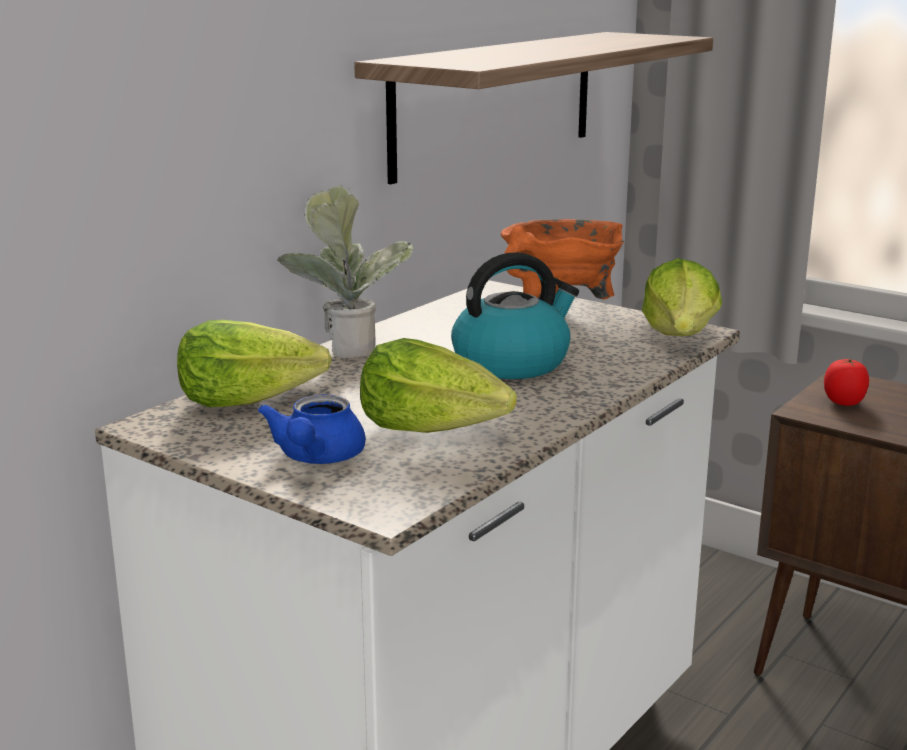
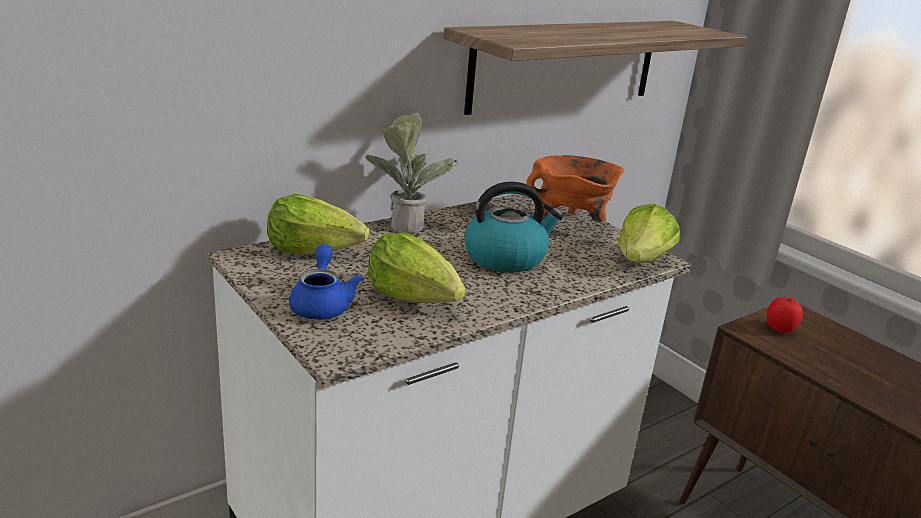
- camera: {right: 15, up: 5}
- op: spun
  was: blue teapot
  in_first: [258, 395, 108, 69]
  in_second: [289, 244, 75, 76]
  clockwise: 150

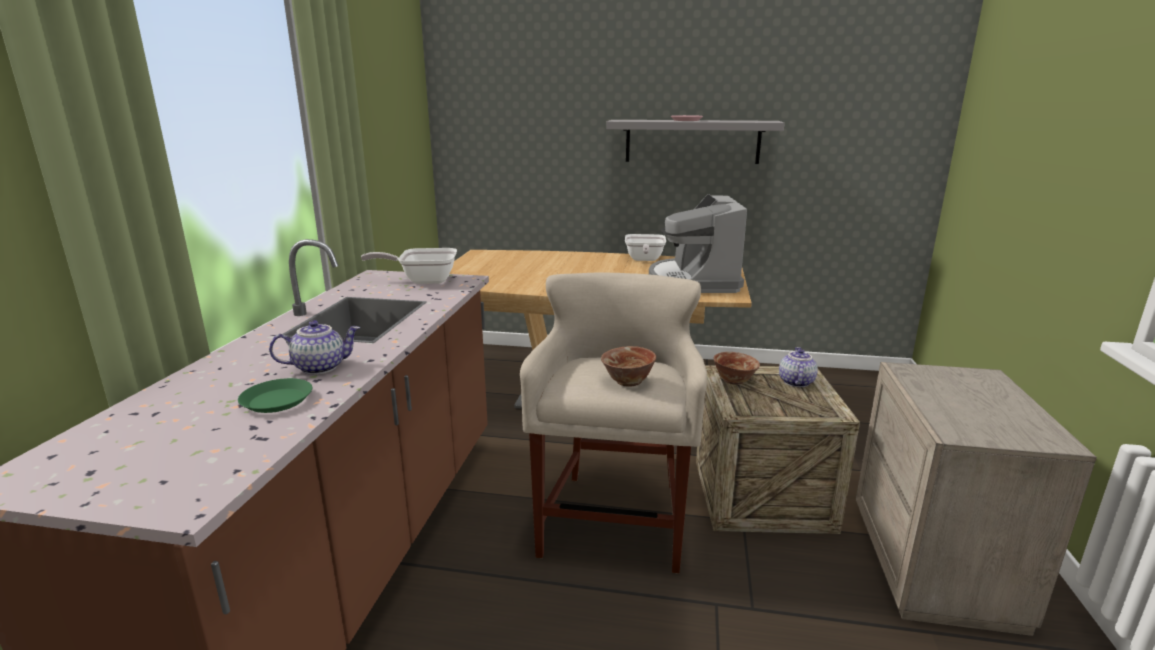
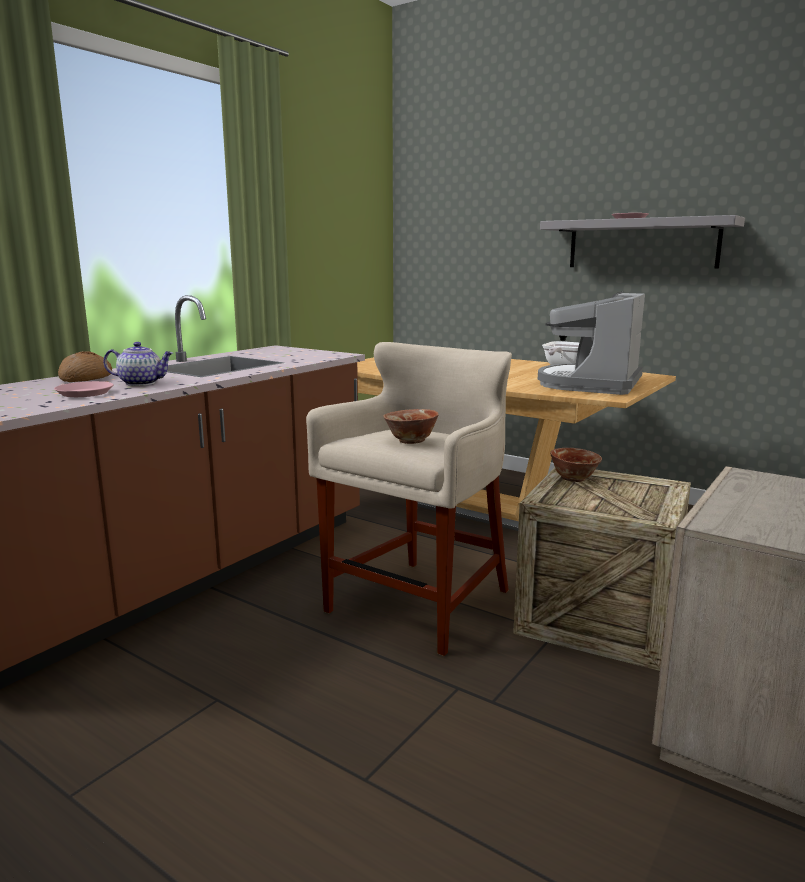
- camera: {right: 25, up: -5}
- op: missing
  was: frying pan
  in_first: [361, 248, 96, 36]
- op: missing
  was: teapot
  in_first: [779, 347, 39, 40]
- op: colour
  was: green plate
  now: pink plate
  in_first: [238, 378, 74, 35]
  in_second: [54, 381, 60, 16]
- op: appeared
  now: bread
  in_second: [58, 351, 54, 31]

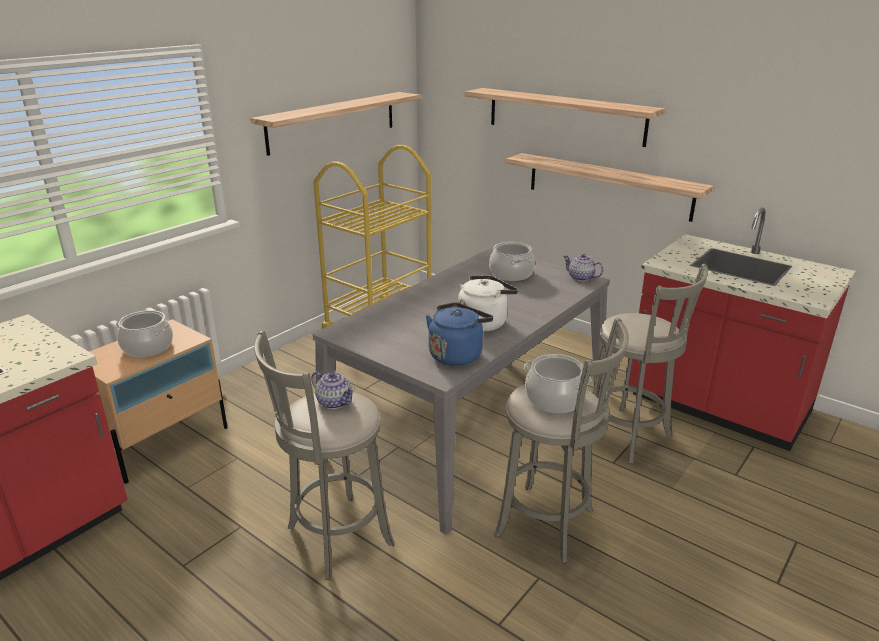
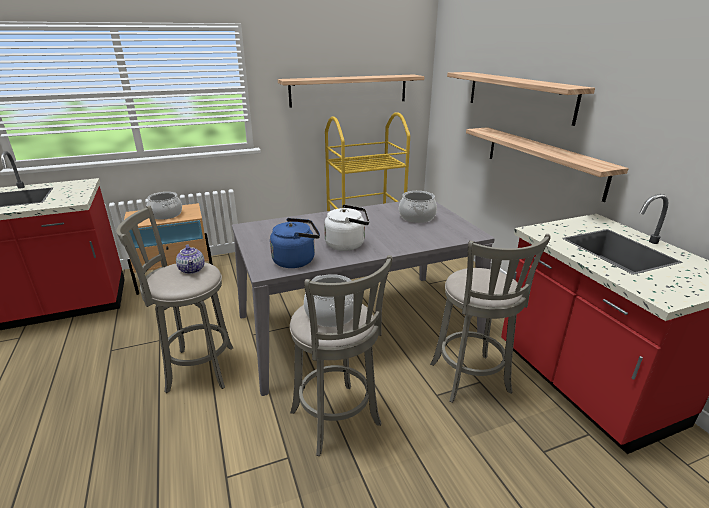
- camera: {right: 30, up: 0}
- op: missing
  was: teapot
  in_first: [563, 254, 41, 27]

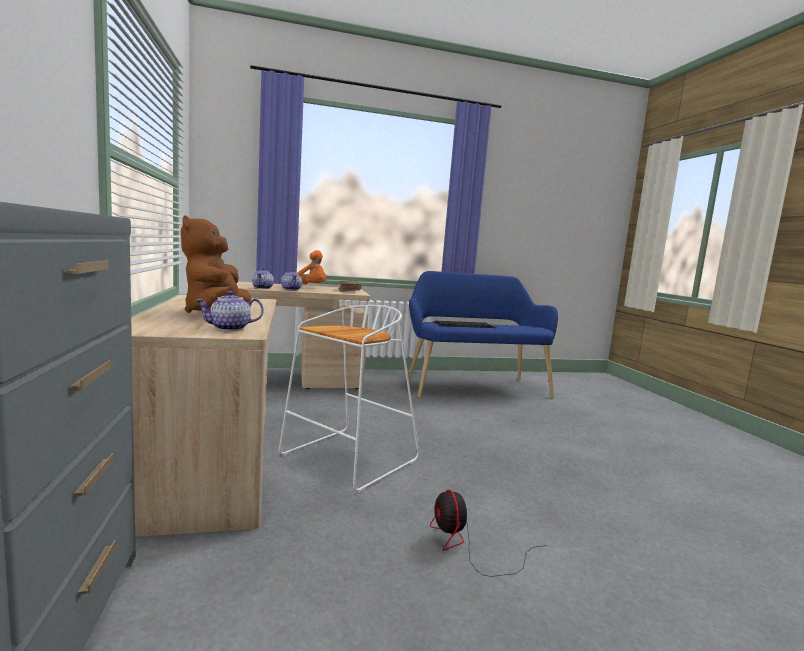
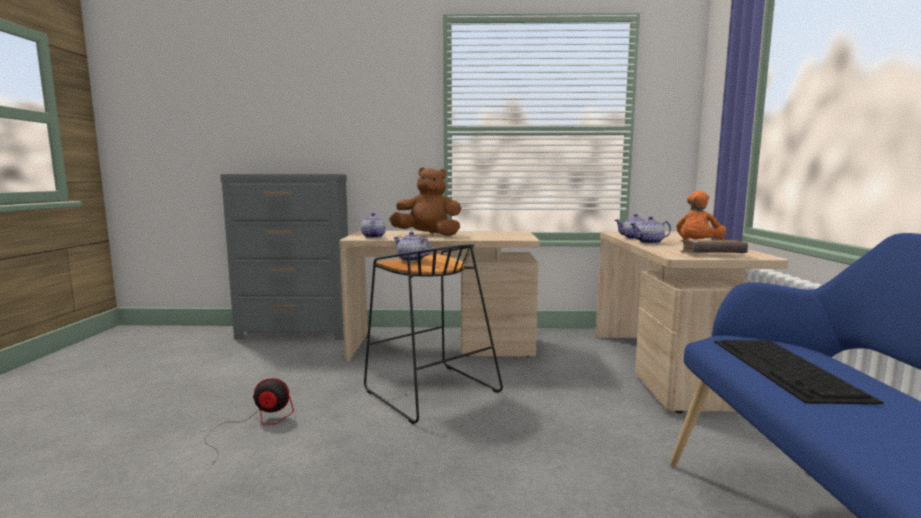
- camera: {right: 105, up: 0}
- op: colour
  was: white stool
  now: black stool
  in_first: [279, 305, 140, 187]
  in_second: [364, 244, 139, 180]
- op: appeared
  now: teapot
  in_second: [394, 232, 37, 30]

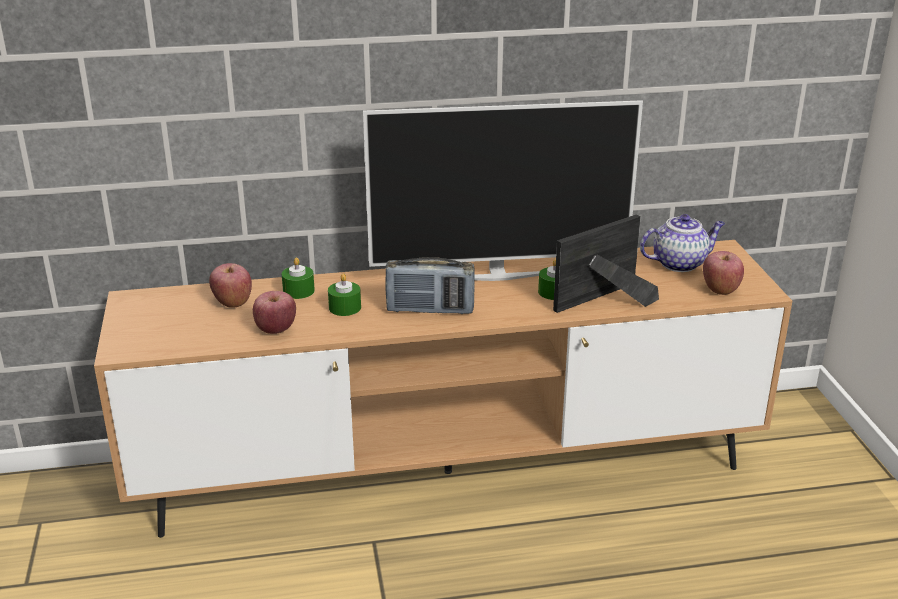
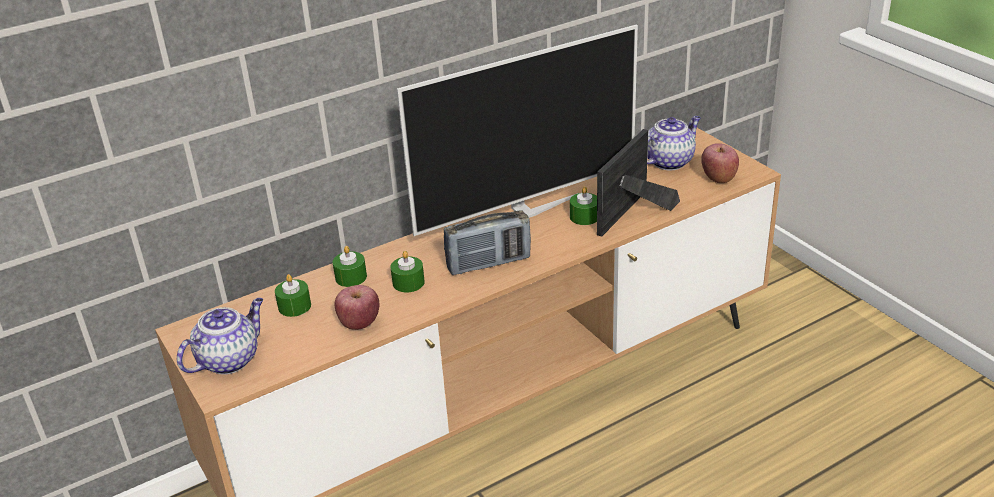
- camera: {right: -20, up: 5}
- op: exchanged
  was: apple
  now: green candle
  in_first: [209, 263, 43, 45]
  in_second: [275, 274, 36, 43]
- op: appeared
  now: teapot
  in_second: [177, 298, 86, 77]

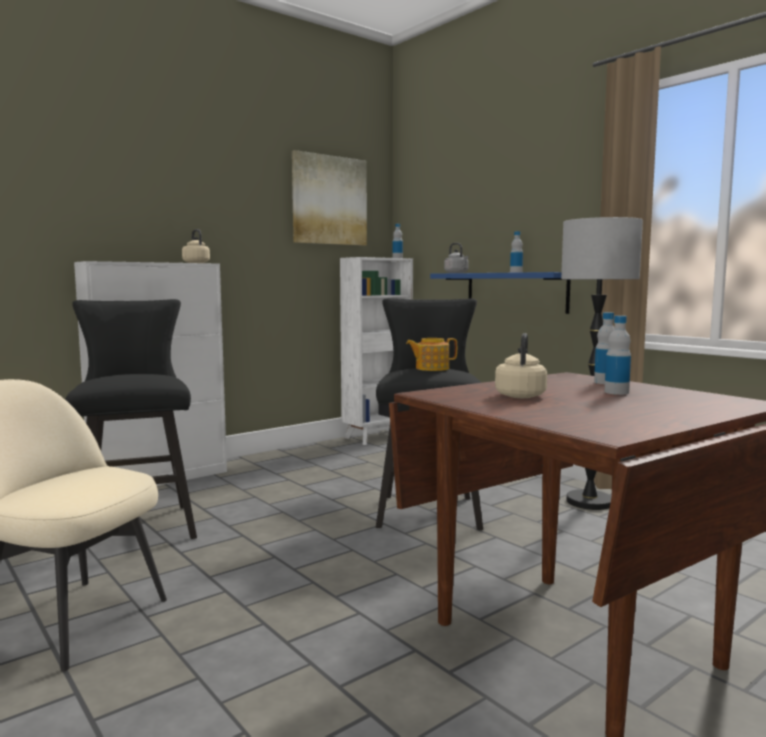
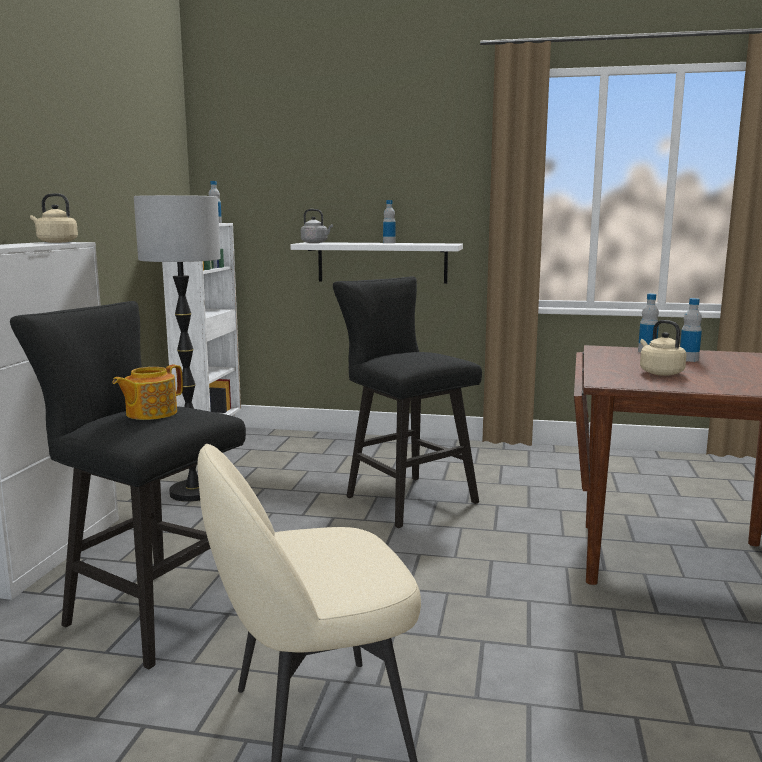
- camera: {right: -40, up: 5}
- op: missing
  was: picture
  in_first: [292, 150, 75, 96]
- op: relocated
  was: floor lamp
  in_first: [561, 217, 82, 293]
  in_second: [134, 195, 87, 307]
- op: colour
  was: blue shelf
  now: white shelf
  in_first: [430, 272, 141, 42]
  in_second: [291, 242, 172, 42]
- op: relocated
  was: teapot
  in_first: [406, 338, 51, 33]
  in_second: [112, 365, 71, 55]

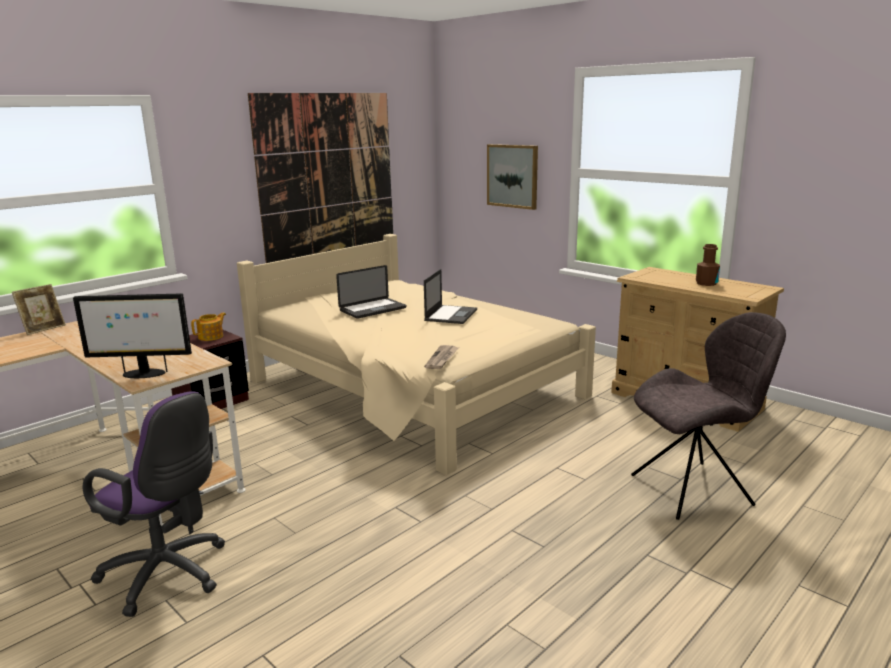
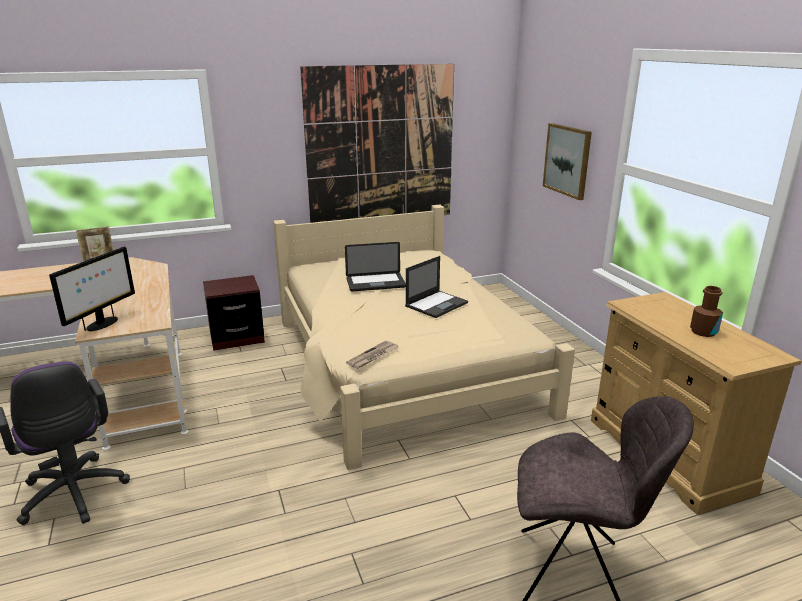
- camera: {right: 25, up: 5}
- op: spun
  was: monitor
  in_first: [73, 293, 119, 85]
  in_second: [49, 247, 86, 84]
  clockwise: -90
- op: missing
  was: teapot
  in_first: [191, 313, 35, 28]

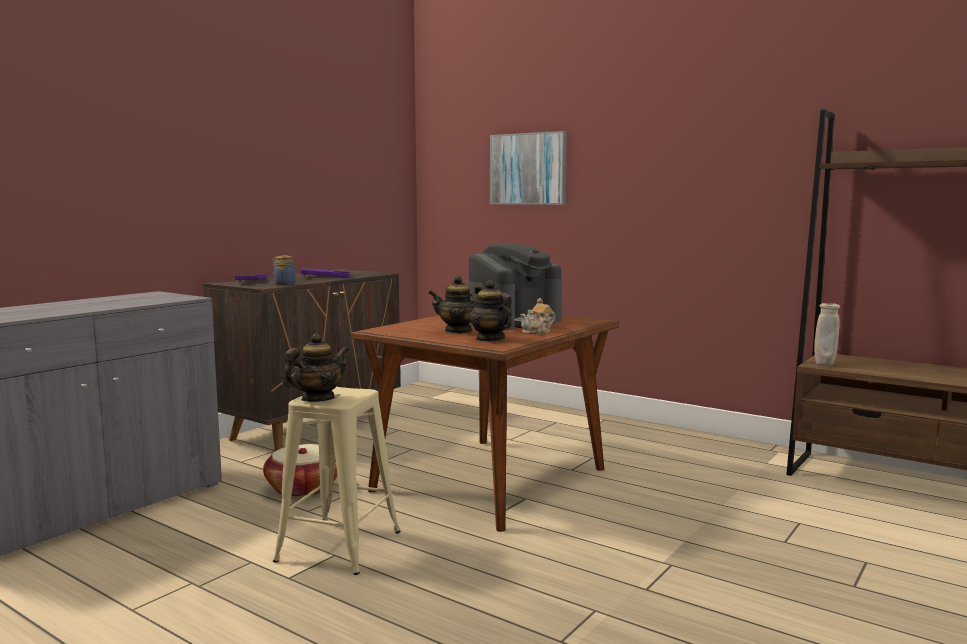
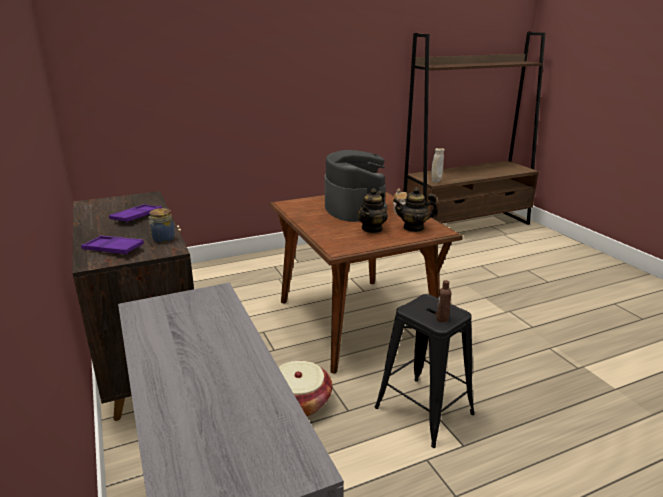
- camera: {right: -60, up: 15}
- op: missing
  was: picture
  in_first: [490, 131, 77, 74]
- op: exchanged
  was: teapot
  now: brown bottle
  in_first: [282, 333, 67, 69]
  in_second: [436, 280, 15, 42]
- op: colour
  was: beige stool
  now: black stool
  in_first: [273, 387, 127, 188]
  in_second: [375, 294, 100, 154]

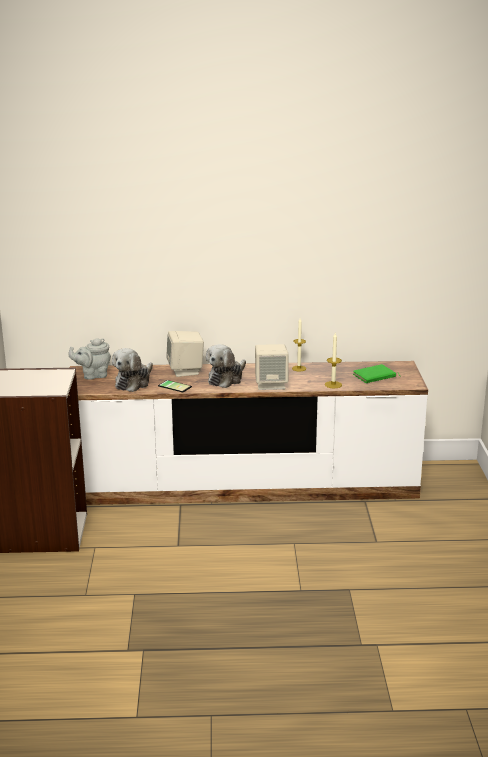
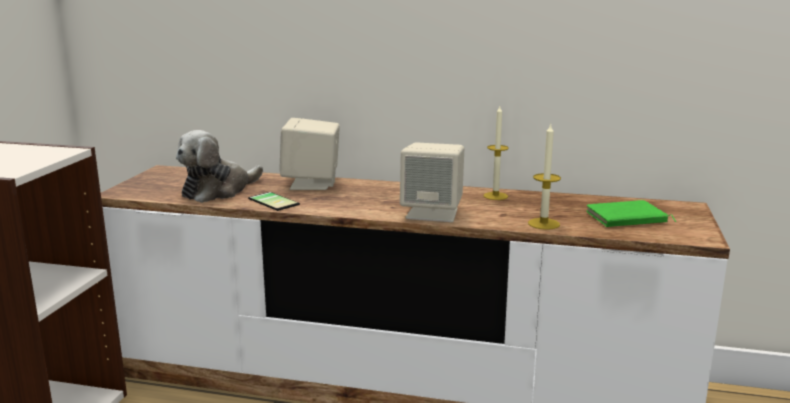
- camera: {right: 15, up: -5}
- op: missing
  was: grey teapot
  in_first: [68, 338, 43, 42]
- op: missing
  was: plush toy
  in_first: [206, 344, 40, 44]

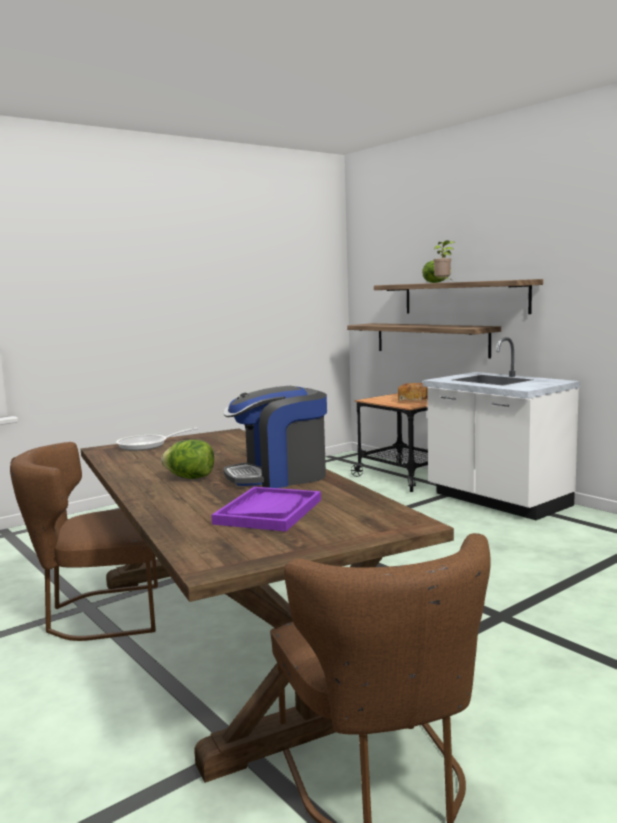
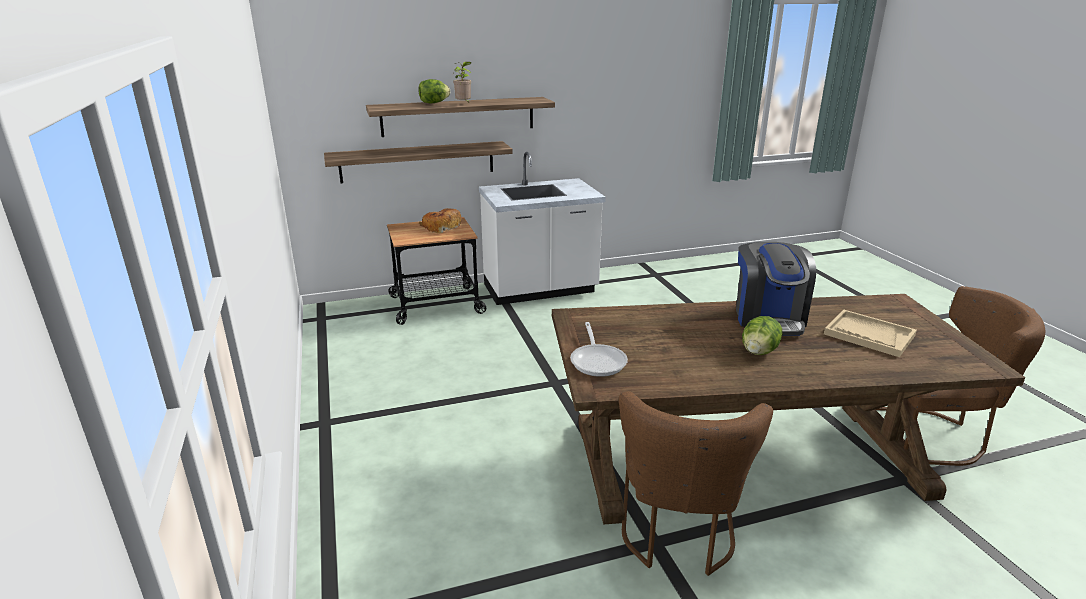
- camera: {right: -70, up: 15}
- op: colour
  was: purple tray
  now: beige tray
  in_first: [211, 487, 110, 44]
  in_second: [824, 310, 93, 47]

